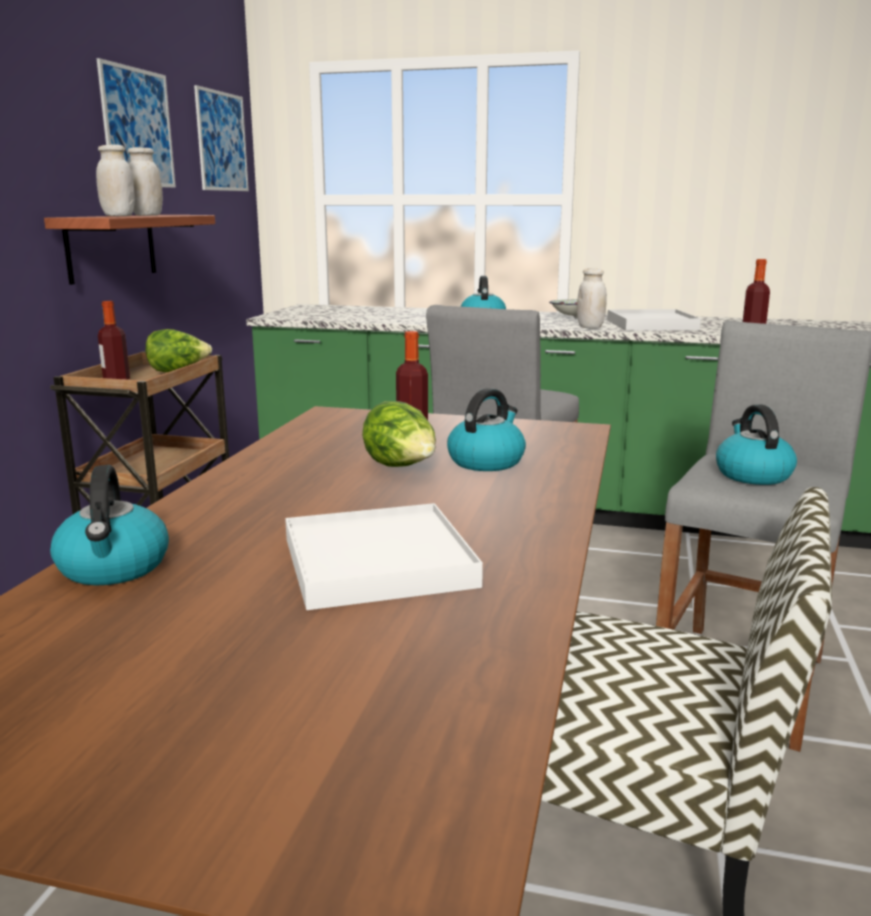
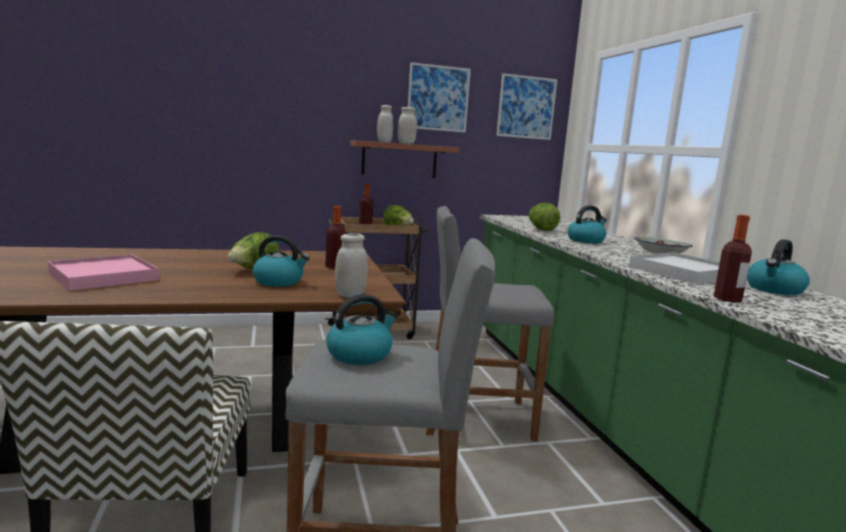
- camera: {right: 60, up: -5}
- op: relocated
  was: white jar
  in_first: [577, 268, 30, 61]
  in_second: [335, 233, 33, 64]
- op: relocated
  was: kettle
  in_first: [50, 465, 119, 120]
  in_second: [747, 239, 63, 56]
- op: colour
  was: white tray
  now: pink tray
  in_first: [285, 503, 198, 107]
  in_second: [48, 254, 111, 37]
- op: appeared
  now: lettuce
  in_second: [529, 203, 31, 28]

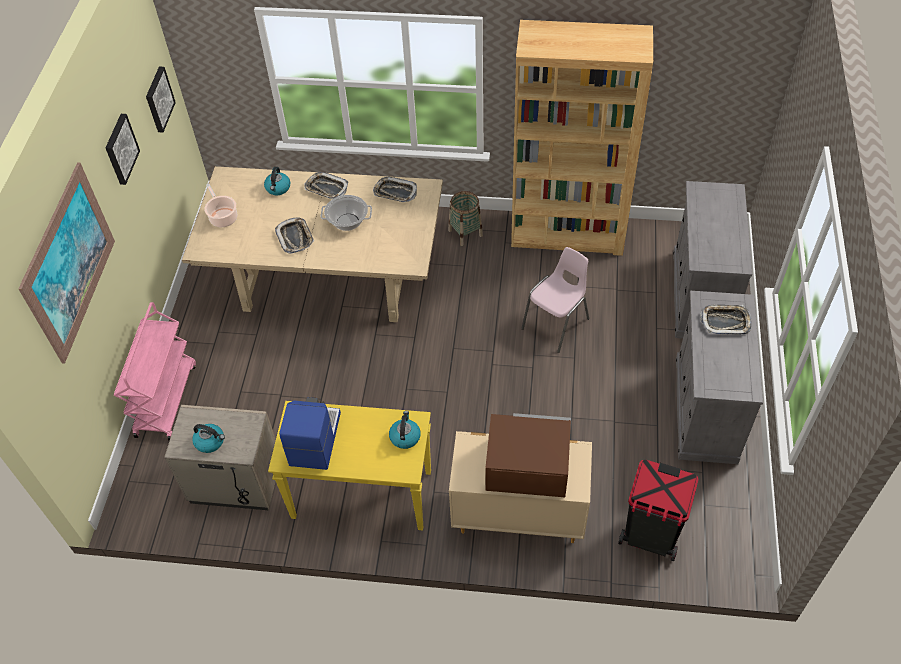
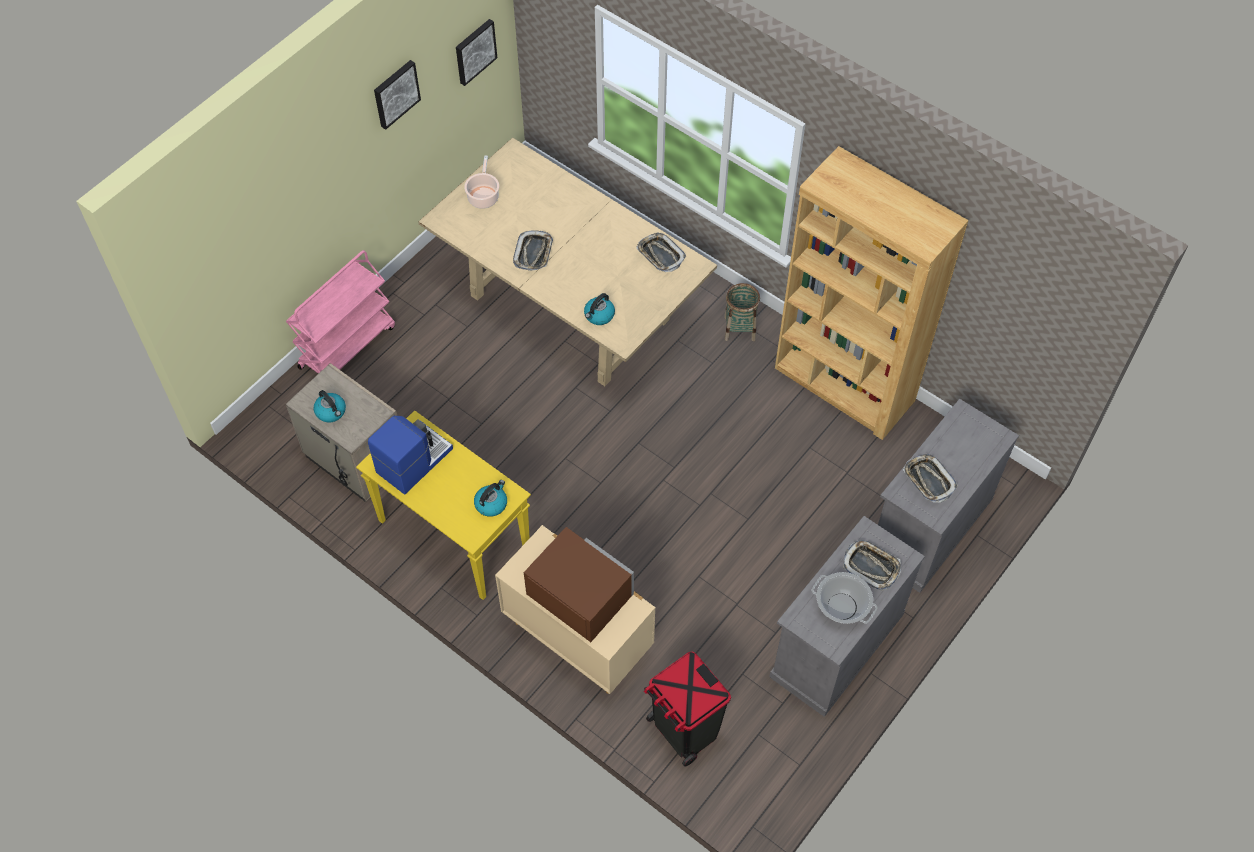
- camera: {right: 30, up: 5}
- op: missing
  was: picture
  in_first: [18, 162, 97, 202]
- op: relocated
  was: kettle
  in_first: [264, 167, 26, 28]
  in_second: [584, 293, 31, 32]
- op: relocated
  was: tray
  in_first: [304, 172, 44, 27]
  in_second: [903, 454, 55, 49]
- op: relocated
  was: cooking pot
  in_first: [321, 195, 51, 36]
  in_second: [812, 572, 66, 52]
- op: missing
  was: pink chair
  in_first: [521, 247, 68, 106]

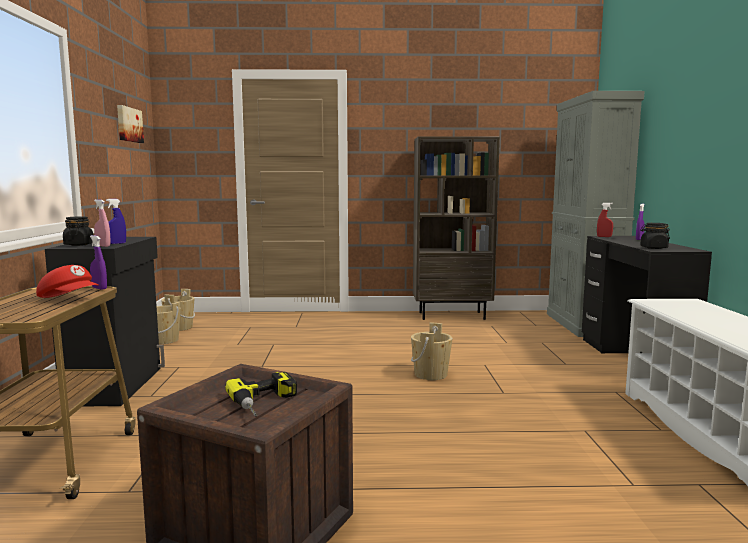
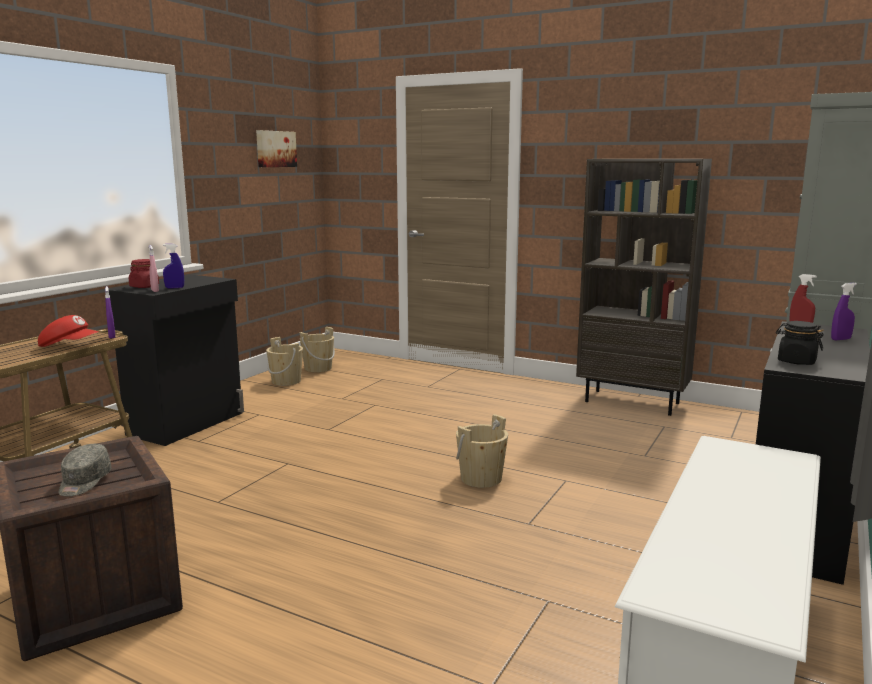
- camera: {right: 30, up: 5}
- op: colour
  was: black jar
  now: red jar
  in_first: [63, 216, 30, 30]
  in_second: [129, 259, 30, 29]
- op: spun
  was: red cap
  in_first: [36, 265, 63, 33]
  in_second: [38, 315, 60, 32]
  clockwise: -45
- op: exchanged
  was: power drill
  now: grey cap
  in_first: [225, 372, 72, 44]
  in_second: [59, 444, 53, 52]

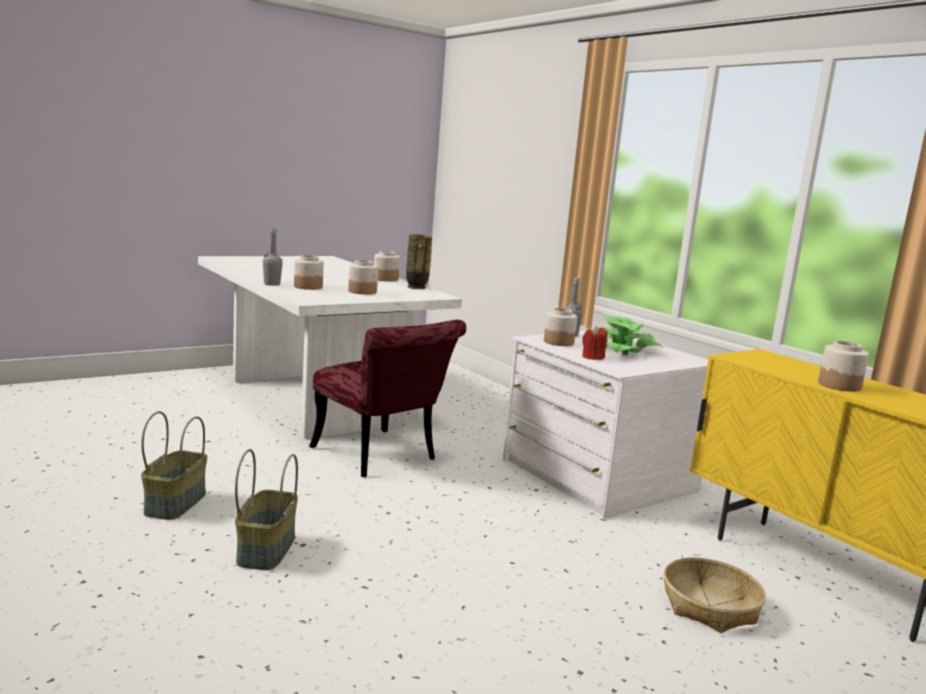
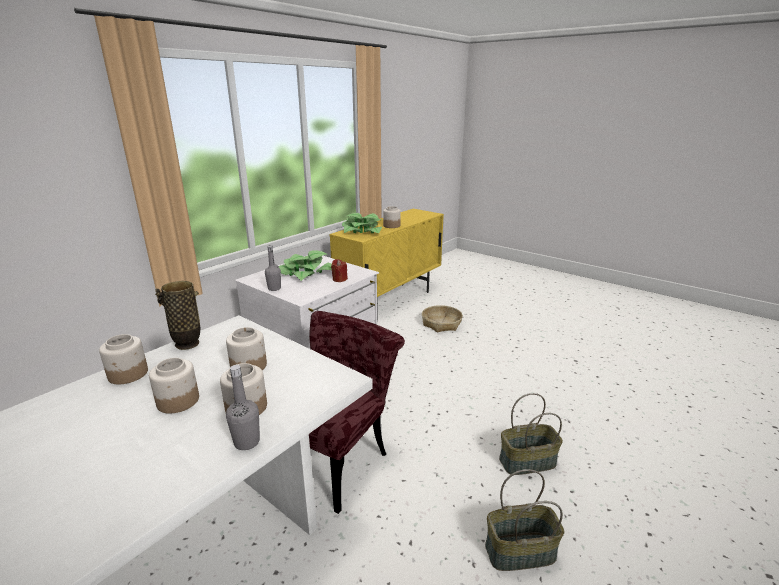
- camera: {right: -105, up: 10}
- op: relocated
  was: jar
  in_first: [544, 308, 33, 38]
  in_second: [149, 358, 50, 56]
- op: appeared
  now: potted plant
  in_second: [342, 213, 40, 20]

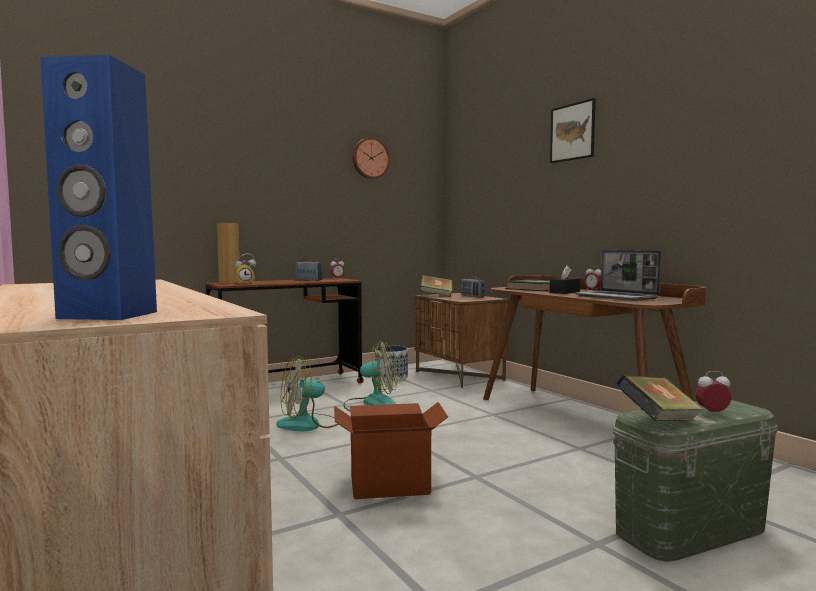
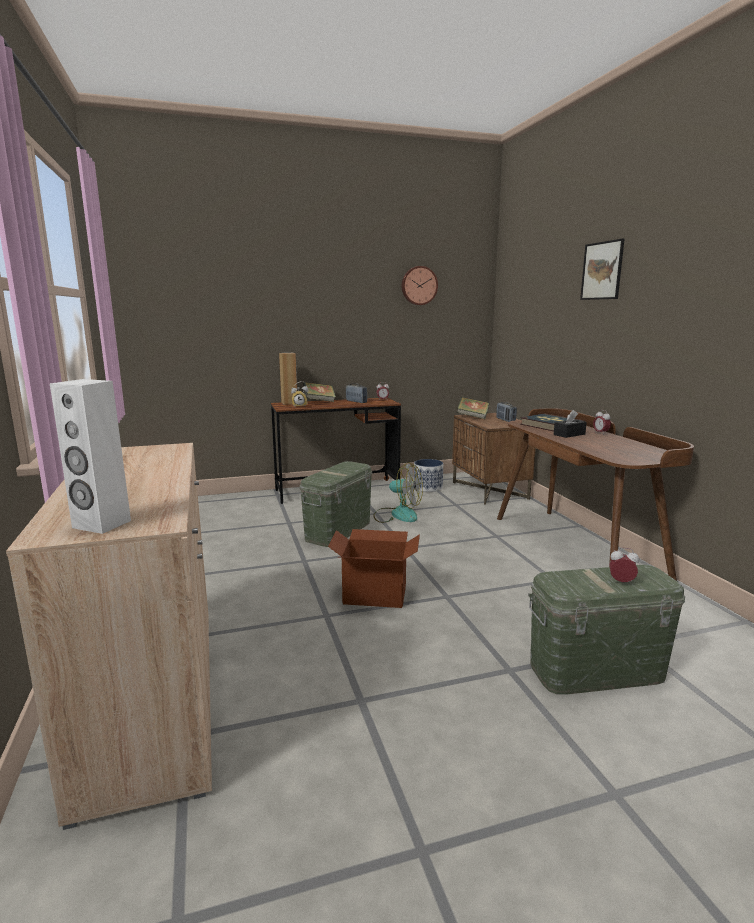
- camera: {right: 15, up: 10}
- op: colour
  was: blue speaker
  now: white speaker
  in_first: [40, 55, 117, 265]
  in_second: [50, 379, 81, 155]
- op: missing
  was: laptop
  in_first: [575, 250, 86, 51]
- op: exchanged
  was: fan
  now: green storage box
  in_first: [276, 356, 63, 75]
  in_second: [300, 461, 72, 86]
- op: relocated
  was: book
  in_first: [616, 375, 87, 46]
  in_second: [303, 382, 33, 20]

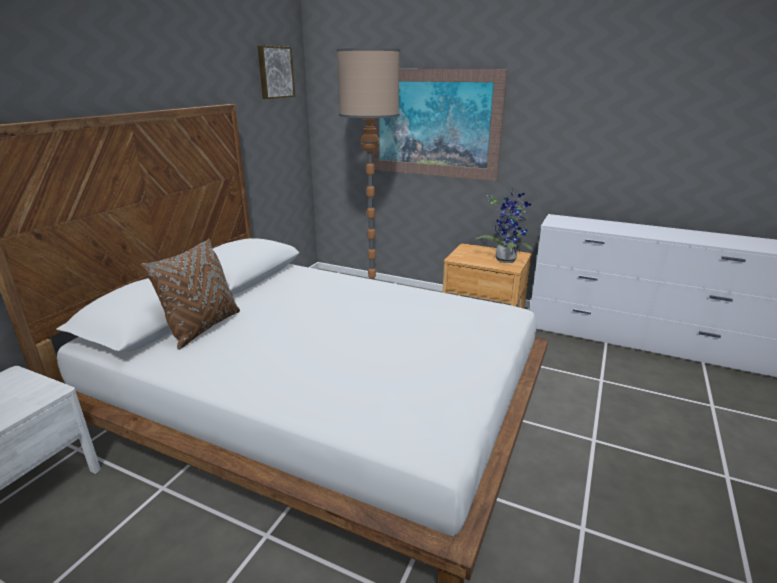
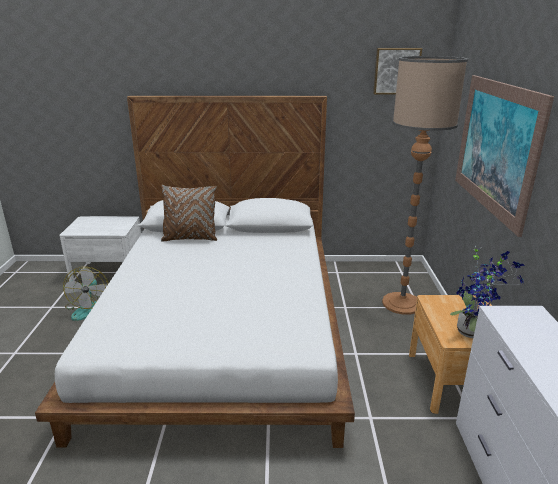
- camera: {right: 65, up: 0}
- op: appeared
  now: fan
  in_second: [63, 267, 46, 54]

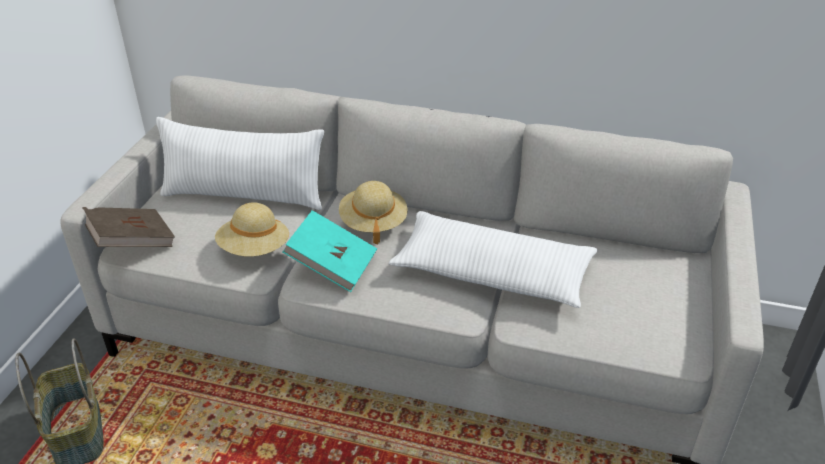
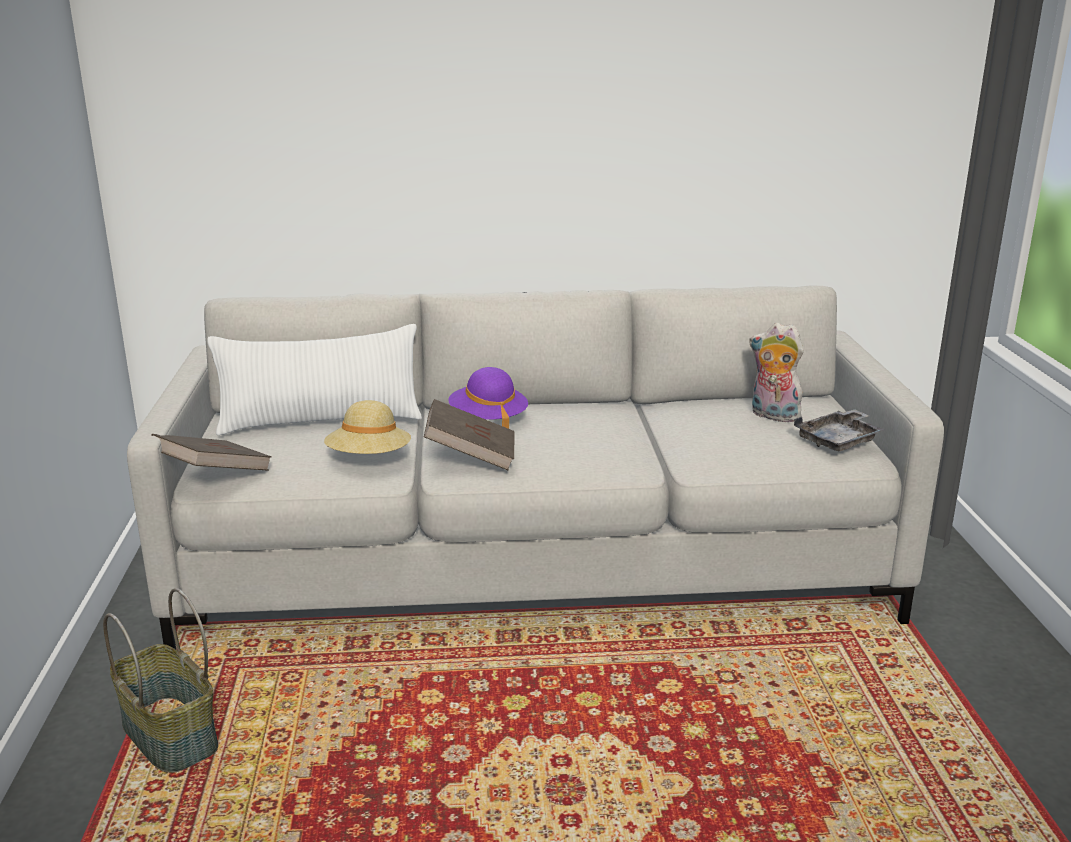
- camera: {right: -20, up: -15}
- op: colour
  was: beige hat
  now: purple hat
  in_first: [339, 181, 69, 63]
  in_second: [448, 367, 80, 62]
- op: colour
  was: turquoise book
  now: brown book
  in_first: [283, 210, 94, 82]
  in_second: [424, 399, 91, 71]
- op: missing
  was: white pillow
  in_first: [389, 211, 209, 97]
- op: appeared
  now: plush toy
  in_second: [749, 323, 57, 99]
- op: appeared
  now: grey tray
  in_second: [794, 409, 91, 42]

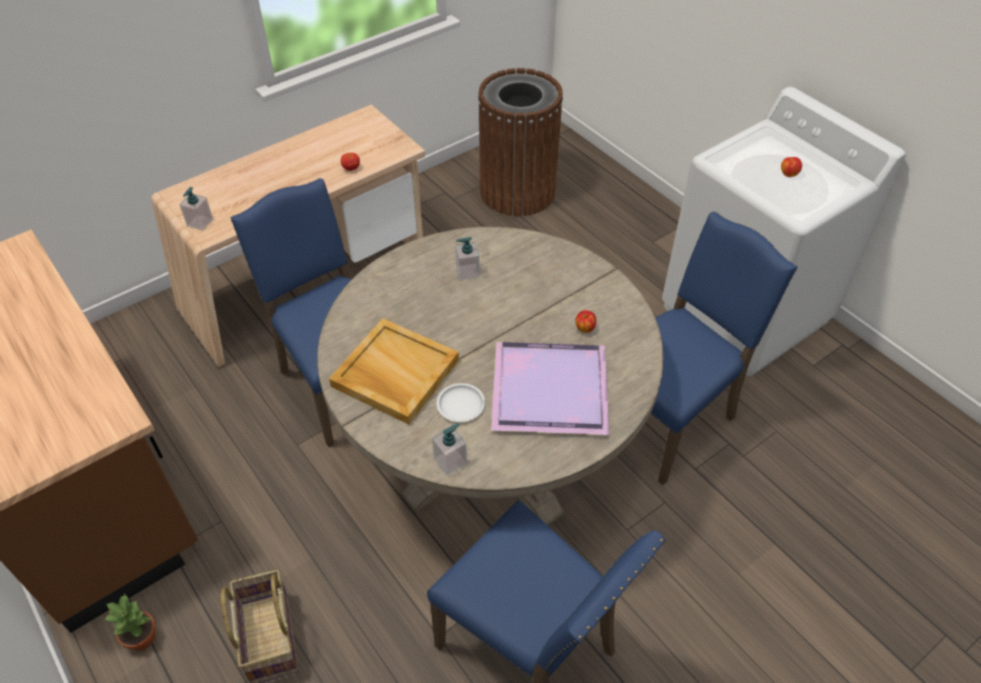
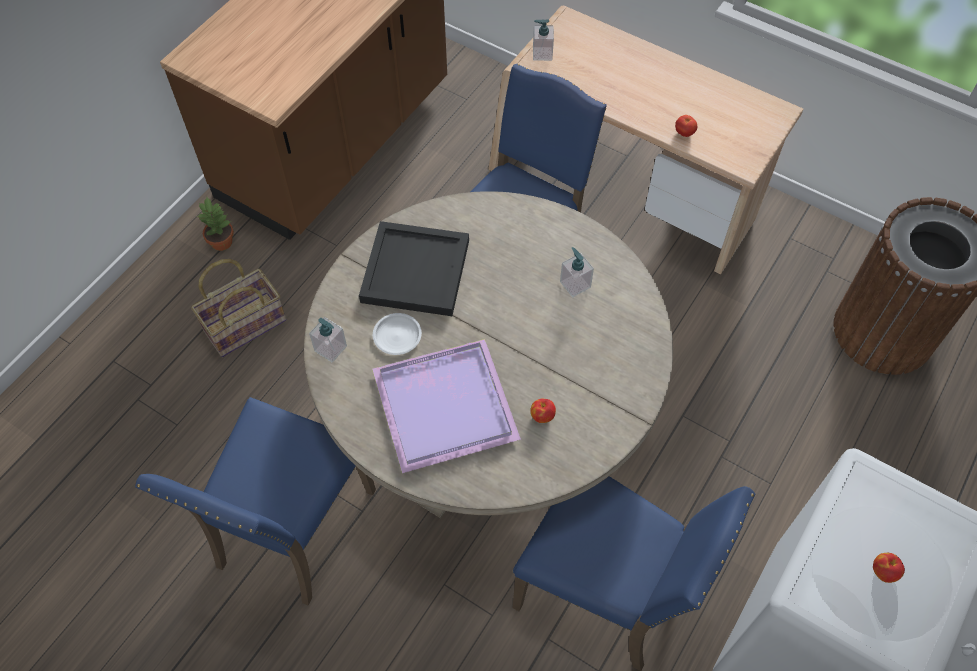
- camera: {right: 70, up: 10}
- op: colour
  was: beige tray
  now: black tray
  in_first: [329, 318, 130, 106]
  in_second: [359, 221, 110, 95]

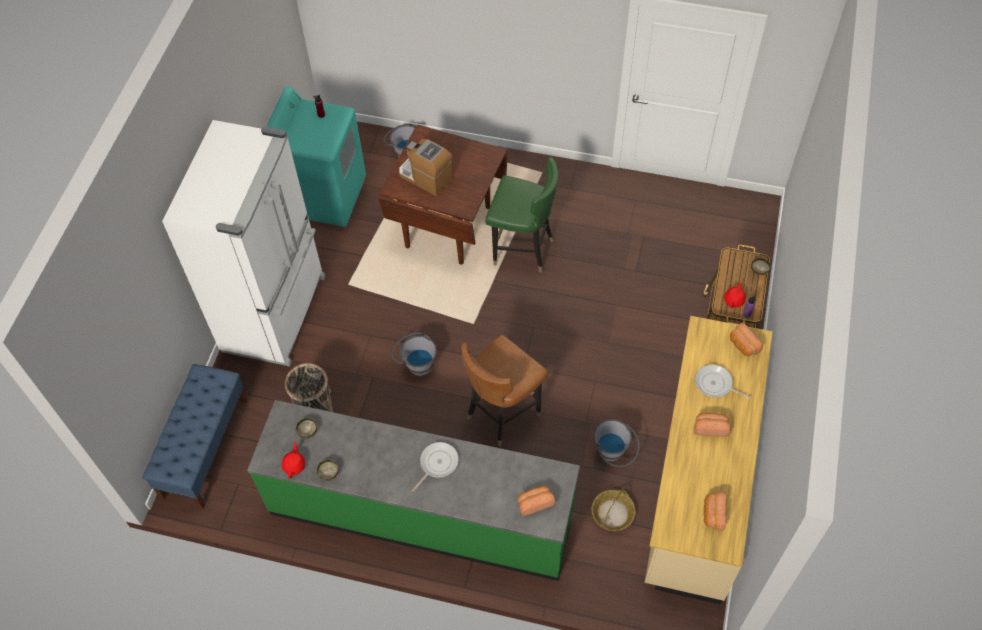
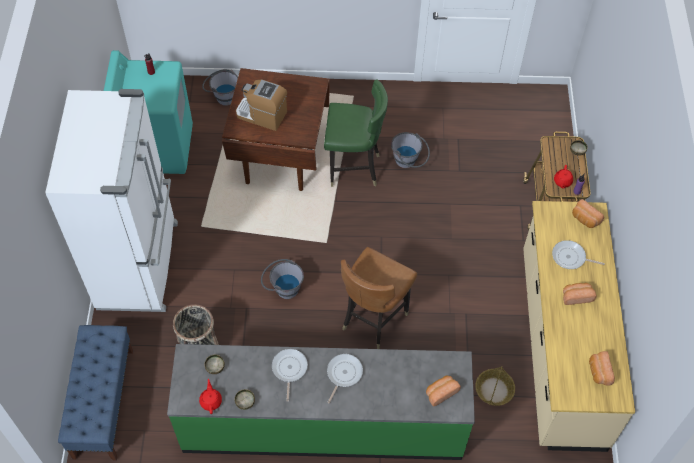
- camera: {right: -15, up: 0}
- op: relocated
  was: grey bucket
  in_first: [593, 419, 47, 48]
  in_second: [391, 132, 39, 36]
- op: appeared
  now: frying pan
  in_second: [272, 349, 36, 53]

